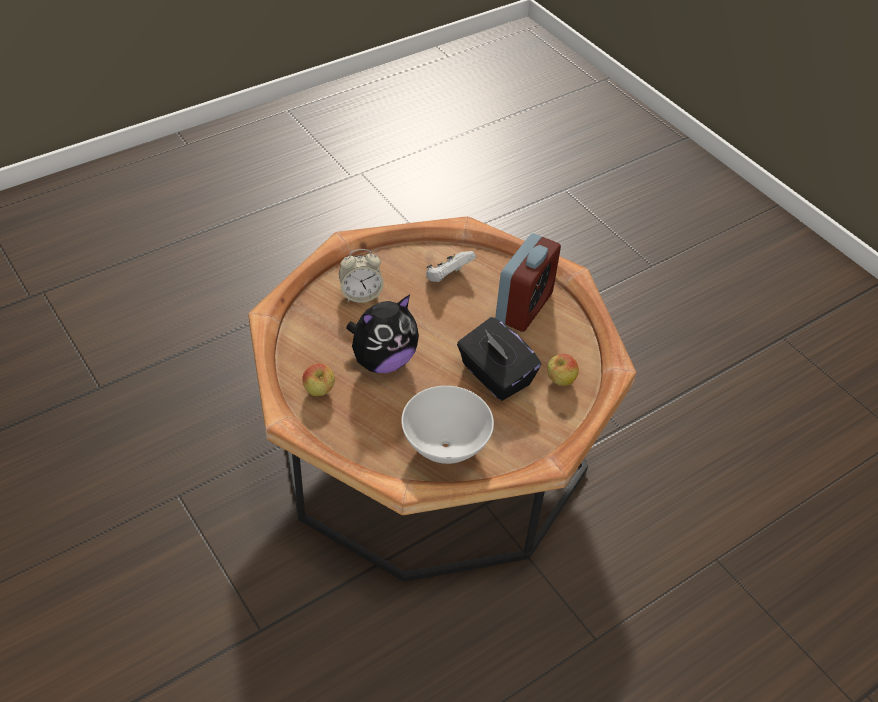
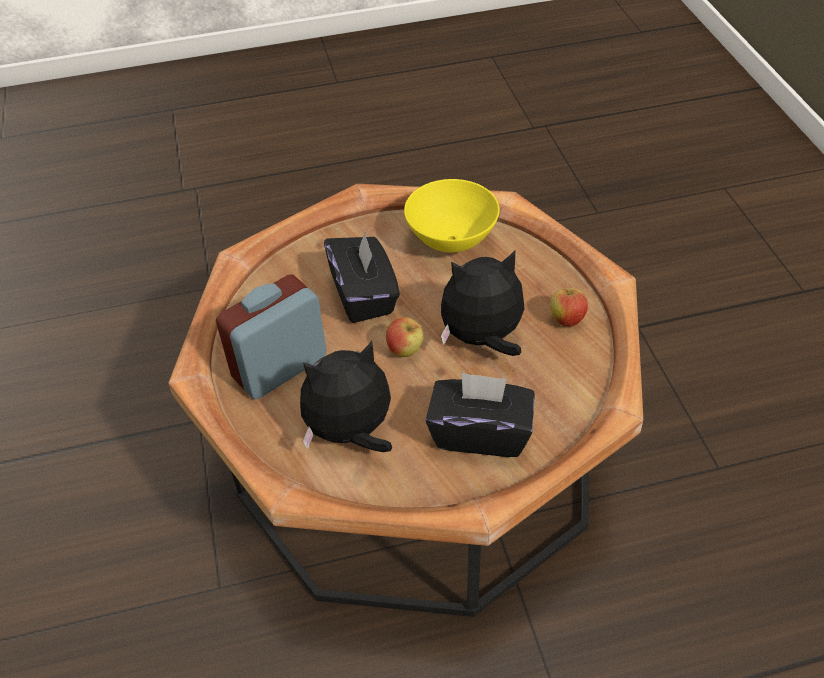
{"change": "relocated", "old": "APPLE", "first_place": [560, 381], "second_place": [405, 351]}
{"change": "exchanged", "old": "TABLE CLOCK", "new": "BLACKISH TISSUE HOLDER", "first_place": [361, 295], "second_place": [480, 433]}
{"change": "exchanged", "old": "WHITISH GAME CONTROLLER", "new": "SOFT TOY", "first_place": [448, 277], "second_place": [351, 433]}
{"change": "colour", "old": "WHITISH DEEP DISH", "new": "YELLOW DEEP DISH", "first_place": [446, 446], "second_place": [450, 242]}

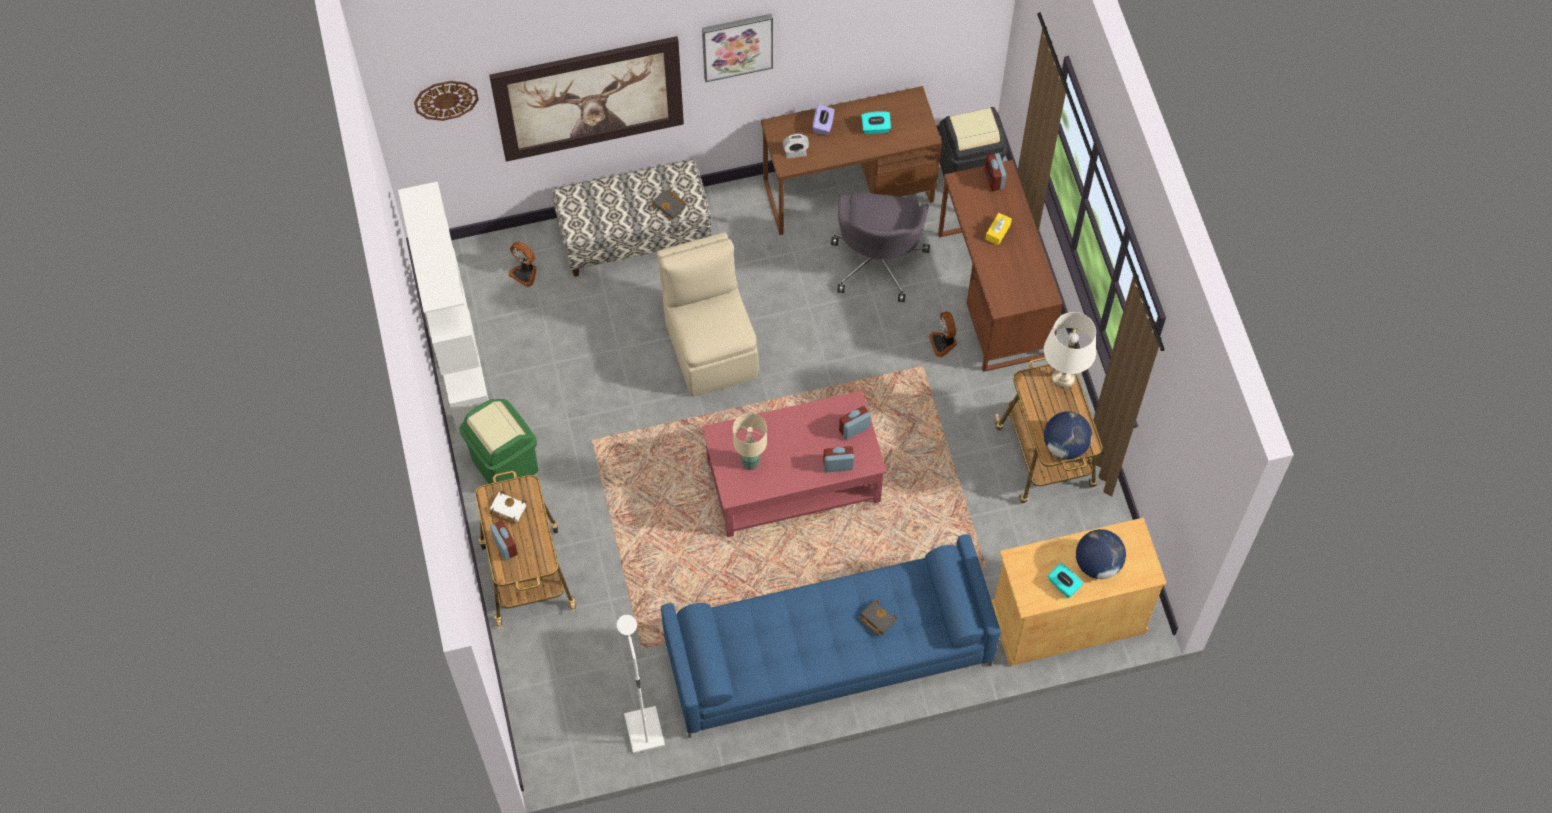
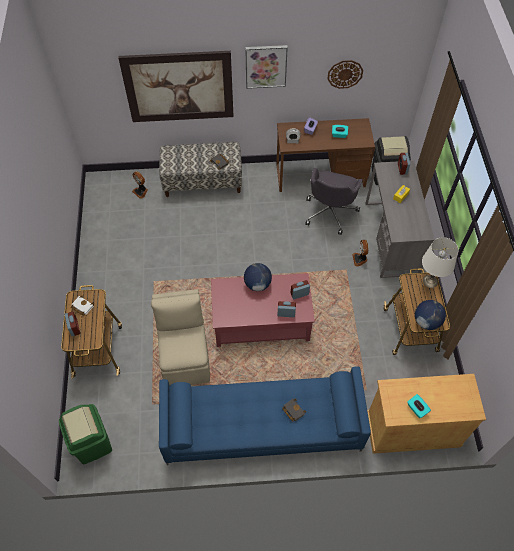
{"change": "missing", "old": "WHITISH BOOKSHELF", "first_place": [462, 370]}
{"change": "missing", "old": "WHITISH STANDARD LAMP", "first_place": [643, 730]}
{"change": "missing", "old": "BEIGE-COLOURED TABLETOP LAMP", "first_place": [750, 462]}
{"change": "relocated", "old": "WALL CLOCK", "first_place": [446, 99], "second_place": [345, 74]}
{"change": "relocated", "old": "GREENISH RUBBISH BIN", "first_place": [504, 465], "second_place": [92, 443]}
{"change": "relocated", "old": "BEIGE-COLOURED PLAIN CHAIR", "first_place": [710, 347], "second_place": [186, 357]}
{"change": "relocated", "old": "GLOBE", "first_place": [1097, 563], "second_place": [257, 284]}
{"change": "colour", "old": "BROWN-COLOURED DESK UNIT", "new": "GRAY DESK UNIT", "first_place": [992, 295], "second_place": [391, 238]}

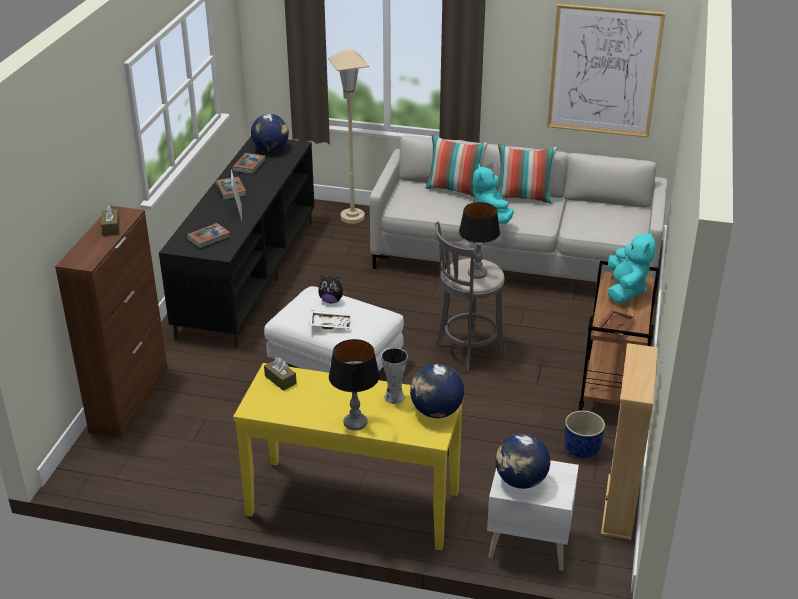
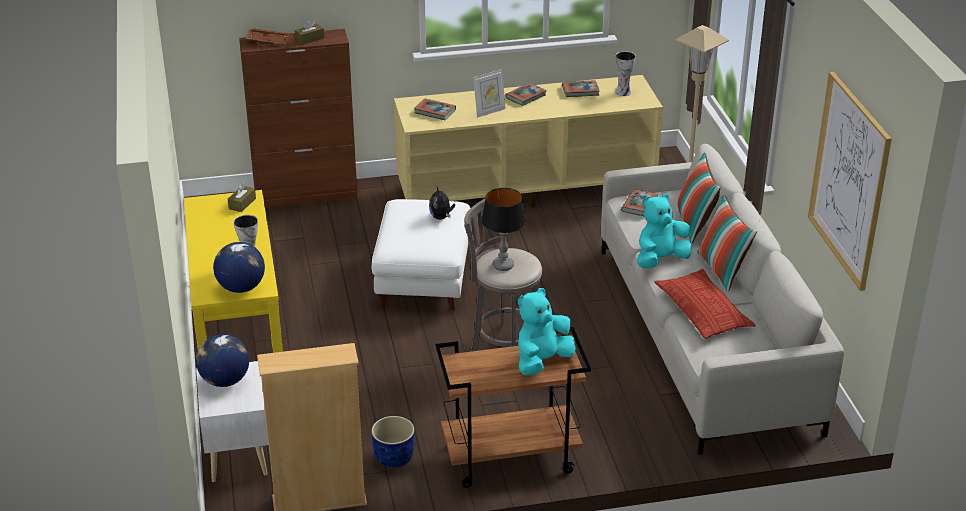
{"change": "missing", "old": "WHITISH SERVING TRAY", "first_place": [331, 324]}
{"change": "missing", "old": "TABLETOP LAMP", "first_place": [355, 423]}
{"change": "appeared", "new": "VOLUME", "second_place": [639, 205]}
{"change": "appeared", "new": "CUSHION", "second_place": [702, 310]}
{"change": "relocated", "old": "BROWN-COLOURED SERVING TRAY", "first_place": [615, 327], "second_place": [268, 41]}
{"change": "exchanged", "old": "GLOBE", "new": "VASE", "first_place": [271, 149], "second_place": [623, 92]}
{"change": "colour", "old": "BLACKISH TV UNIT", "new": "BEIGE-COLOURED TV UNIT", "first_place": [248, 275], "second_place": [526, 190]}
{"change": "spun", "old": "BLUE-GREEN SOFT TOY", "first_place": [625, 290], "second_place": [542, 361], "degrees": 150}

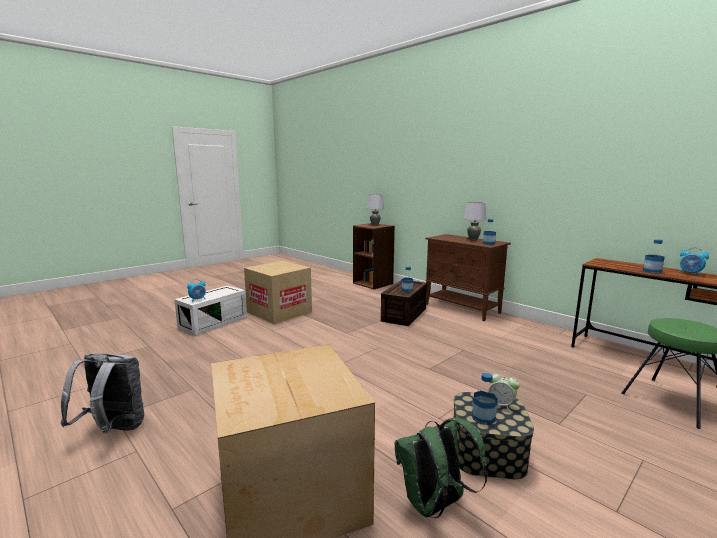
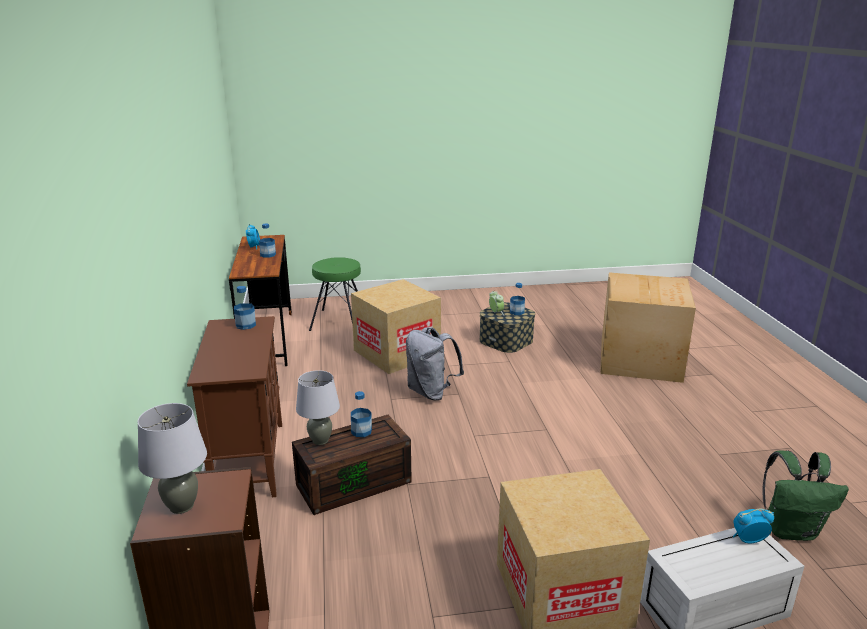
{"change": "appeared", "new": "CARTON", "second_place": [397, 353]}
{"change": "relocated", "old": "GRAY RUCKSACK", "first_place": [113, 430], "second_place": [431, 392]}
{"change": "relocated", "old": "GREENISH RUCKSACK", "first_place": [435, 505], "second_place": [790, 530]}
{"change": "relocated", "old": "GRAY TABLETOP LAMP", "first_place": [473, 239], "second_place": [320, 440]}

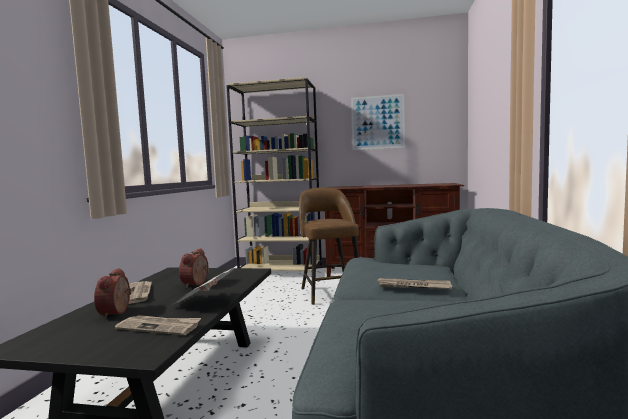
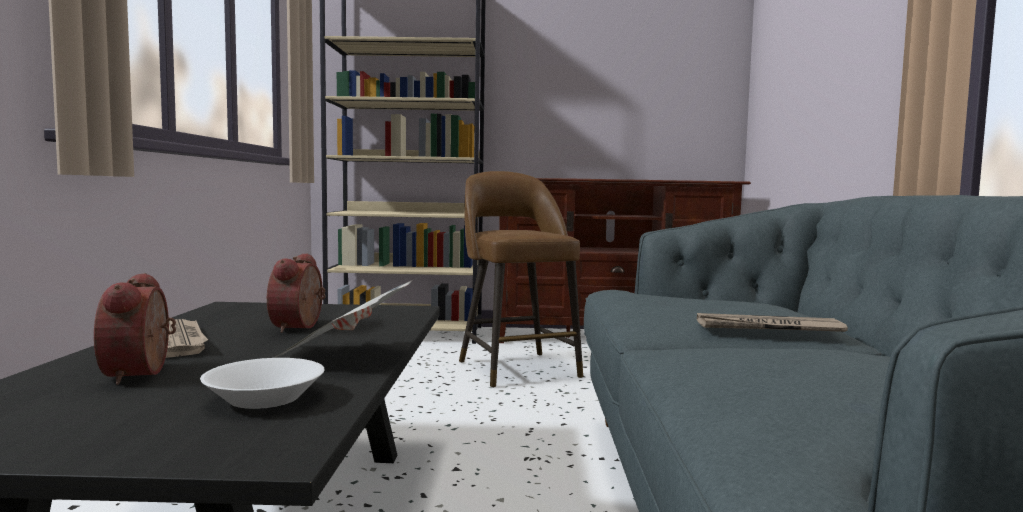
{"change": "missing", "old": "PICTURE", "first_place": [377, 122]}
{"change": "exchanged", "old": "DAILY PAPER", "new": "WHITISH DEEP DISH", "first_place": [159, 327], "second_place": [266, 398]}

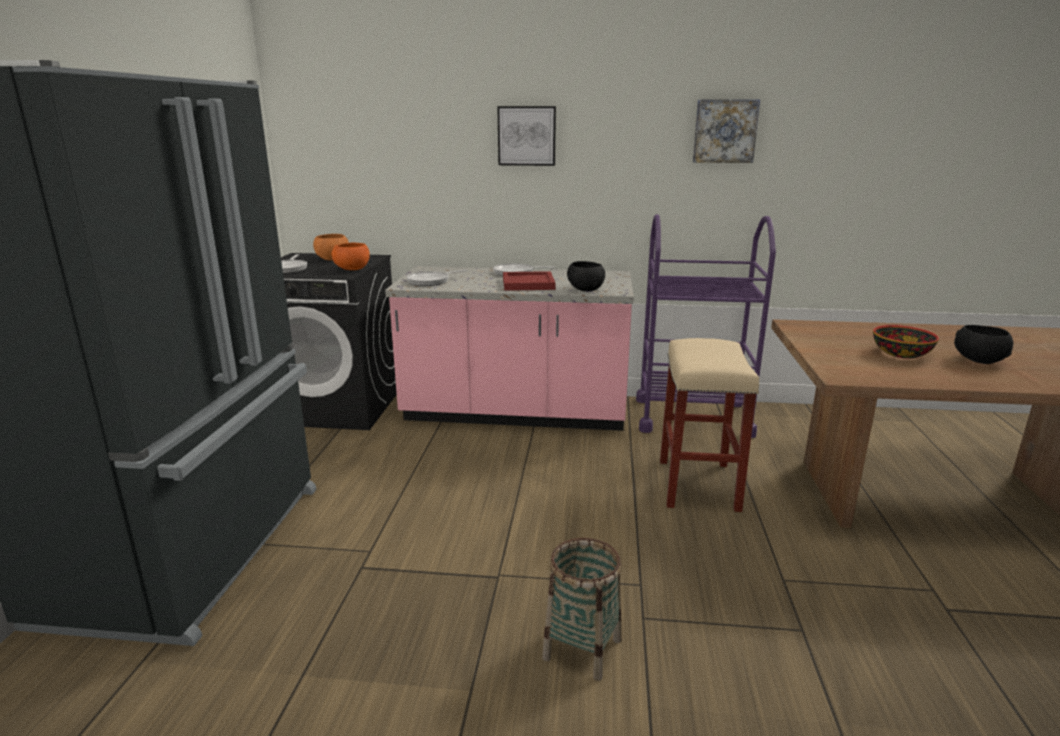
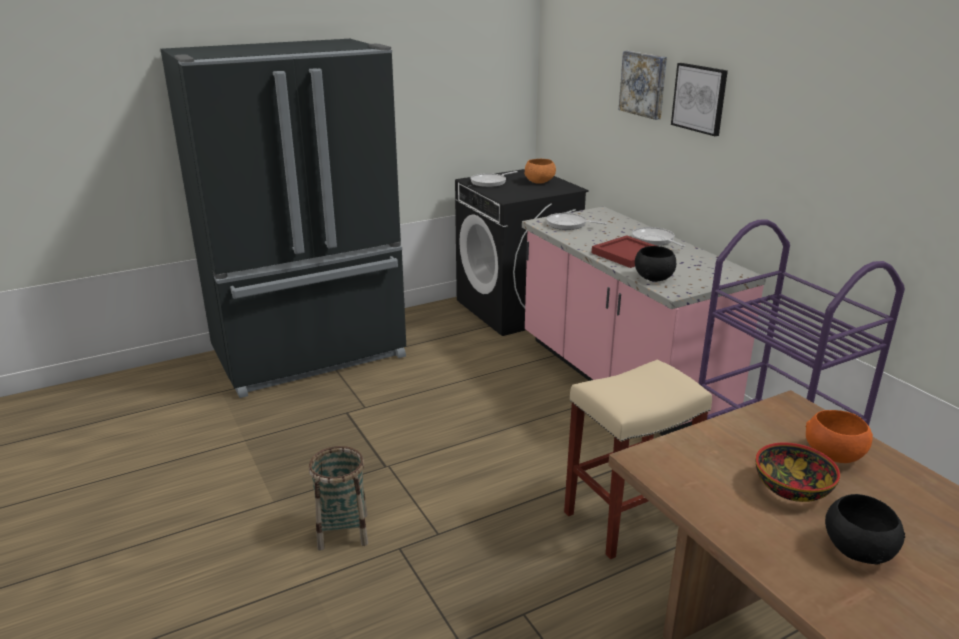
{"change": "relocated", "old": "ORANGE DEEP DISH", "first_place": [352, 269], "second_place": [832, 456]}
{"change": "relocated", "old": "PICTURE", "first_place": [725, 131], "second_place": [644, 84]}

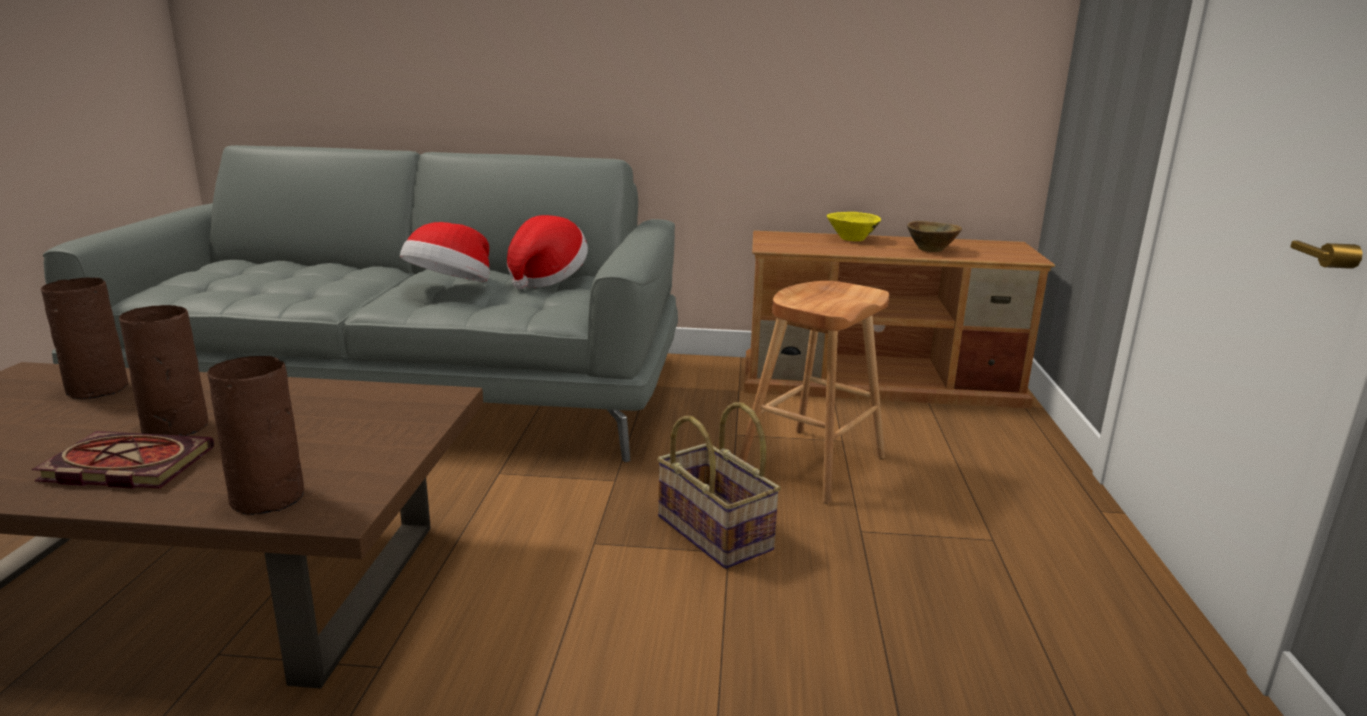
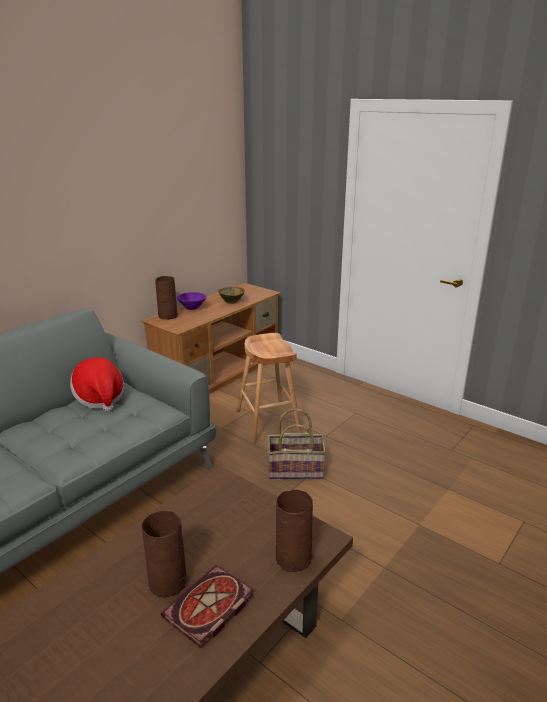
{"change": "missing", "old": "CLOTHING HAT", "first_place": [450, 287]}
{"change": "relocated", "old": "BROWN-COLOURED VASE", "first_place": [99, 388], "second_place": [168, 316]}
{"change": "colour", "old": "YELLOW DEEP DISH", "new": "PURPLE DEEP DISH", "first_place": [851, 239], "second_place": [192, 308]}

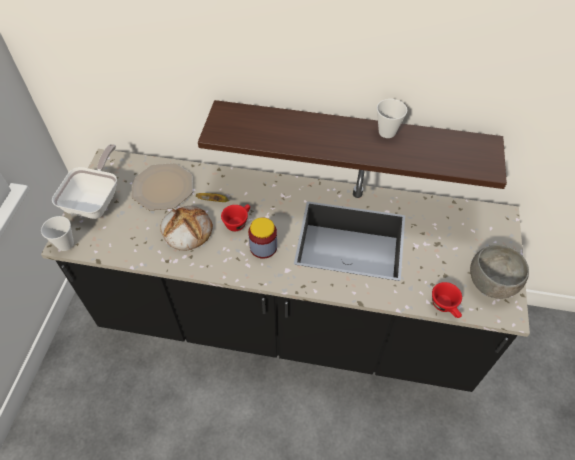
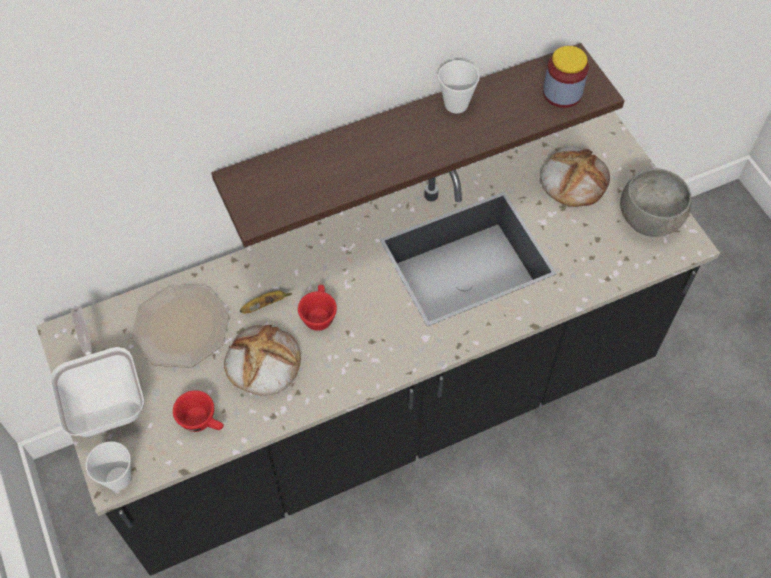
{"change": "appeared", "new": "BAKED BREAD", "second_place": [573, 179]}
{"change": "relocated", "old": "PRESERVE JAR", "first_place": [263, 247], "second_place": [562, 93]}
{"change": "relocated", "old": "RED-COLOURED SMALL CUP", "first_place": [445, 307], "second_place": [203, 421]}

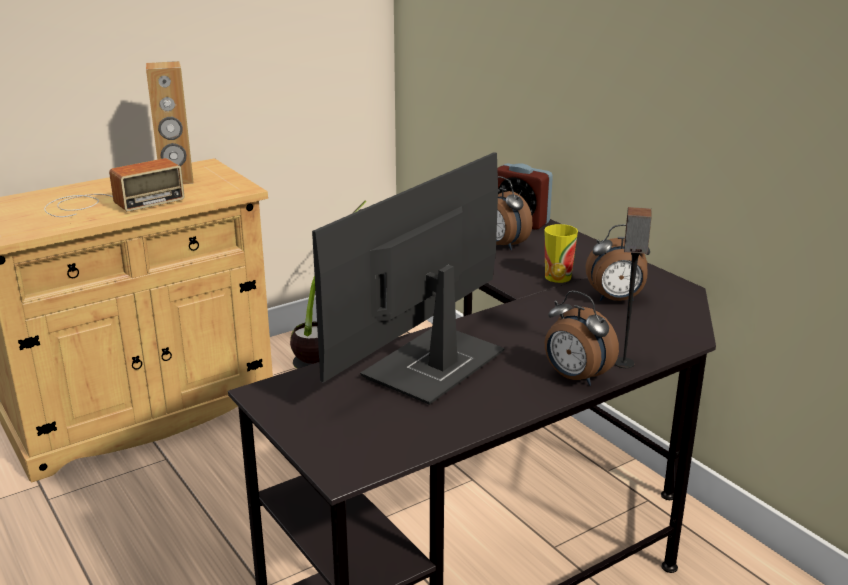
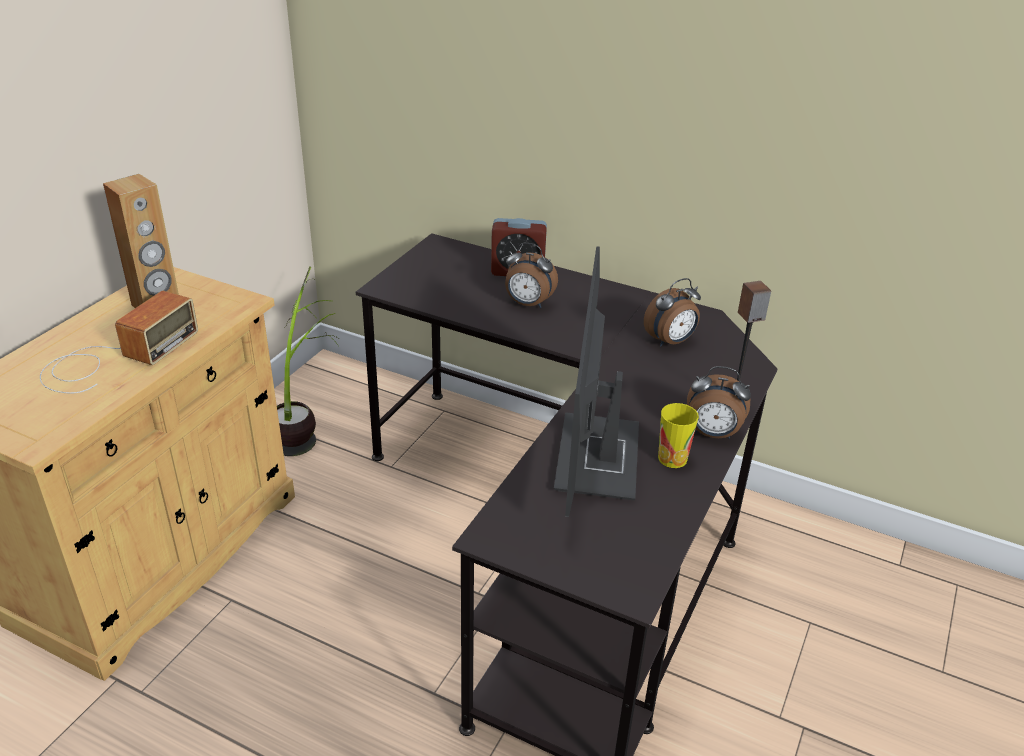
{"change": "relocated", "old": "SMALL CUP", "first_place": [558, 277], "second_place": [672, 458]}

